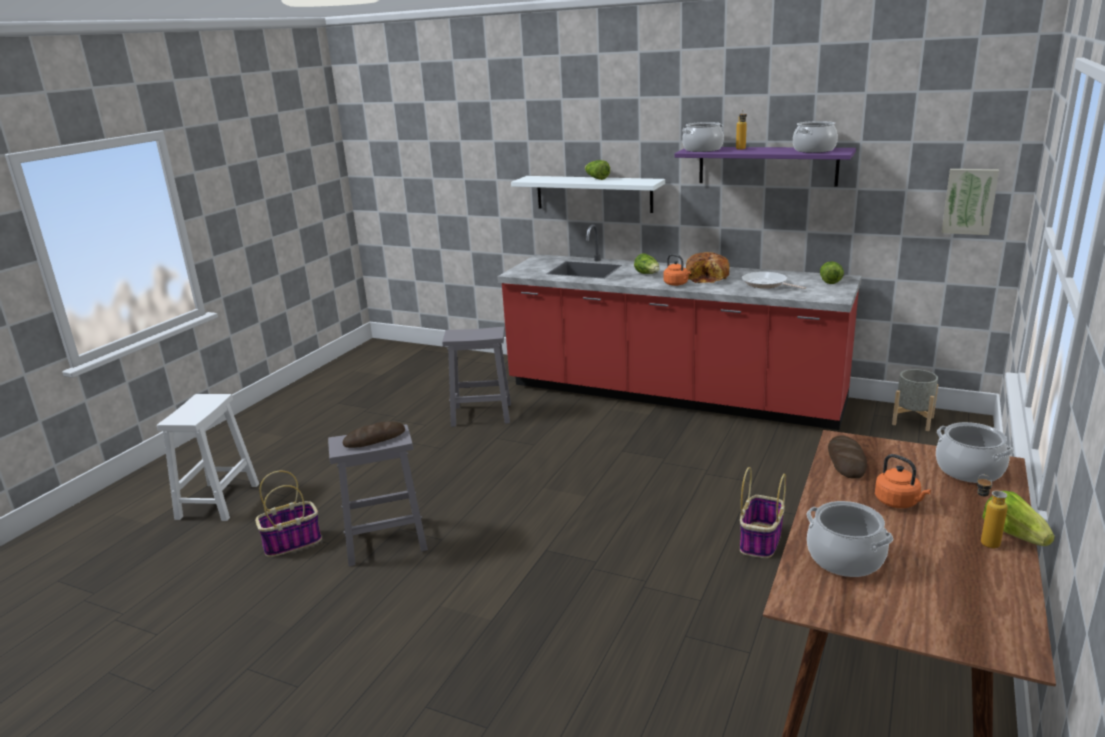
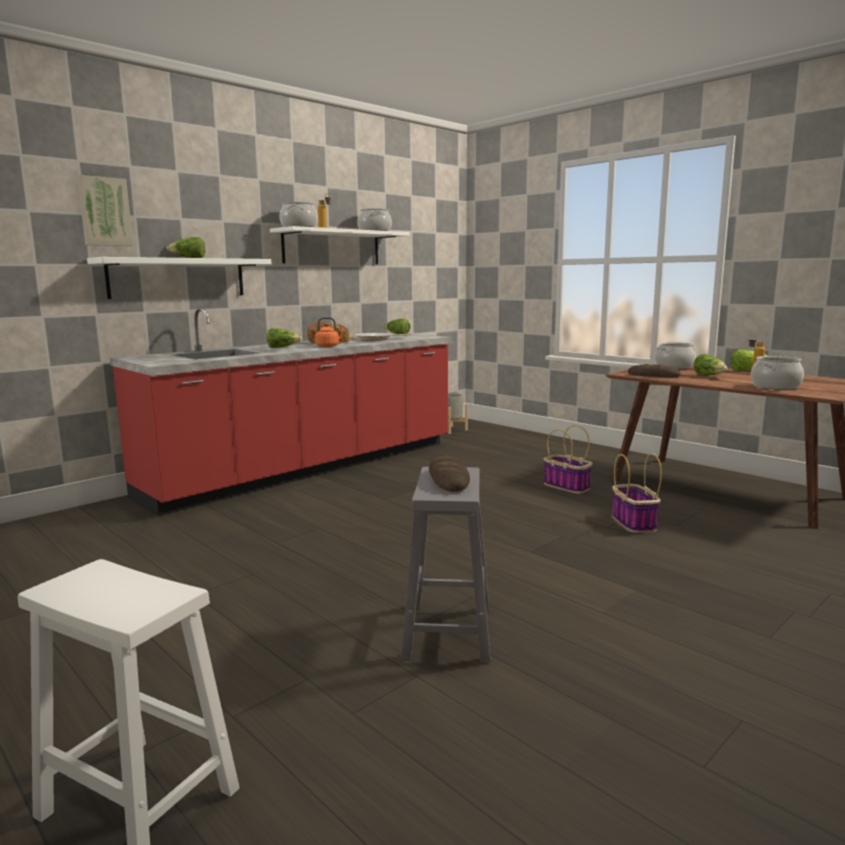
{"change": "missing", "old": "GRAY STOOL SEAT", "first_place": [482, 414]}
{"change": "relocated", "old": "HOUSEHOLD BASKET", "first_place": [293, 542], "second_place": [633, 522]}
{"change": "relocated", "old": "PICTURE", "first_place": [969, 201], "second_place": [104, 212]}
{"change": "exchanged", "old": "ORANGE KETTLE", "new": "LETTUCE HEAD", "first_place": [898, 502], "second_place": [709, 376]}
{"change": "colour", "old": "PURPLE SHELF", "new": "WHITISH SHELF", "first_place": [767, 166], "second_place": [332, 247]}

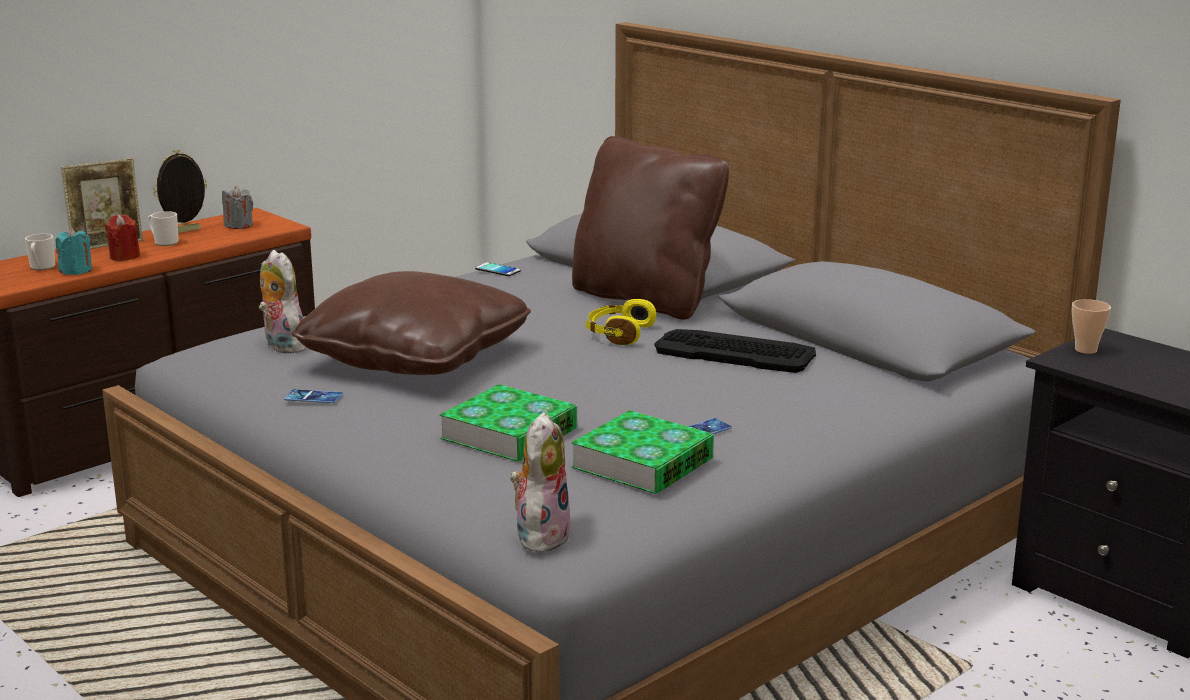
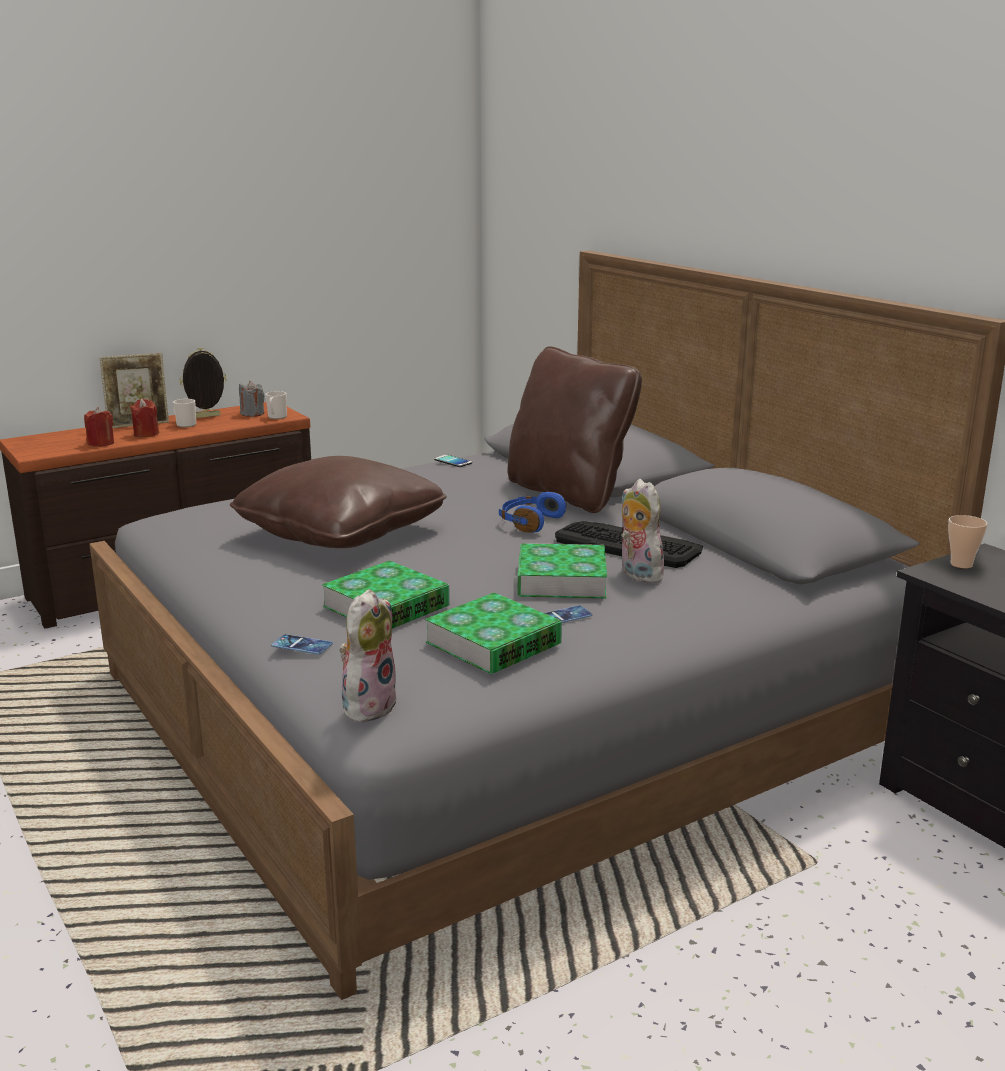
{"change": "appeared", "new": "VOLUME", "second_place": [561, 580]}
{"change": "relocated", "old": "MUG", "first_place": [41, 267], "second_place": [276, 417]}
{"change": "relocated", "old": "SOFT TOY", "first_place": [282, 346], "second_place": [637, 574]}
{"change": "relocated", "old": "HANDSET", "first_place": [313, 397], "second_place": [302, 645]}
{"change": "colour", "old": "BLUE-GREEN CANDLE", "new": "RED-COLOURED CANDLE", "first_place": [76, 271], "second_place": [101, 443]}
{"change": "colour", "old": "YELLOW PAIR OF HEADPHONES", "new": "BLUISH PAIR OF HEADPHONES", "first_place": [618, 334], "second_place": [529, 522]}

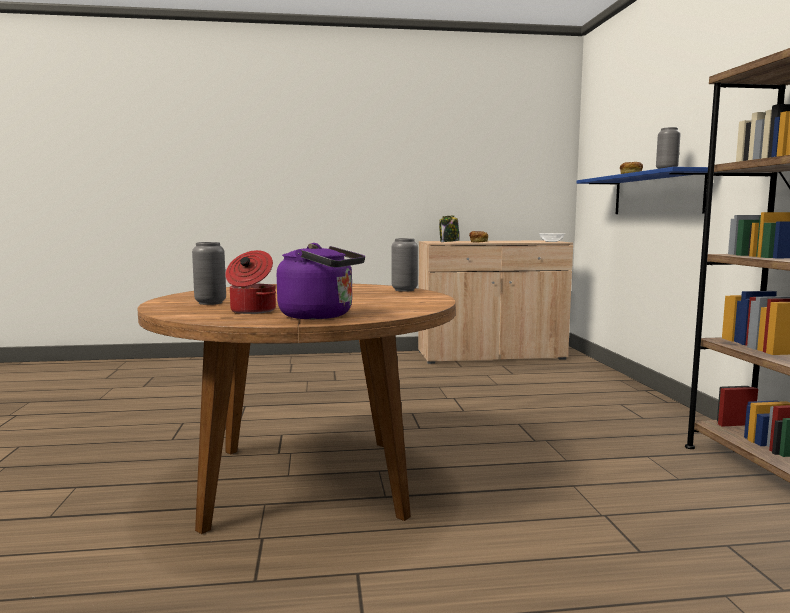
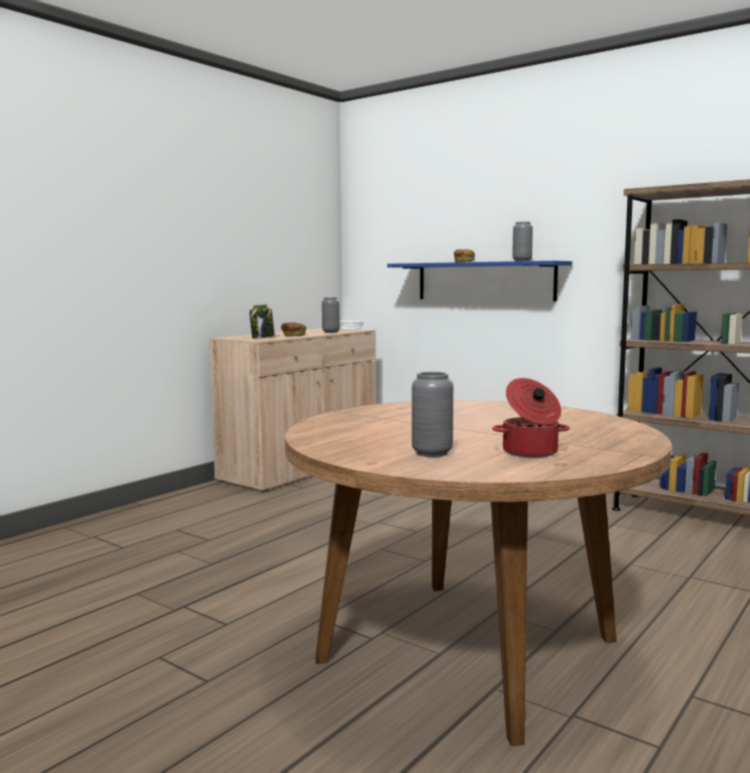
{"change": "missing", "old": "PURPLE KETTLE", "first_place": [321, 316]}
{"change": "relocated", "old": "GRAY VASE", "first_place": [404, 290], "second_place": [331, 332]}

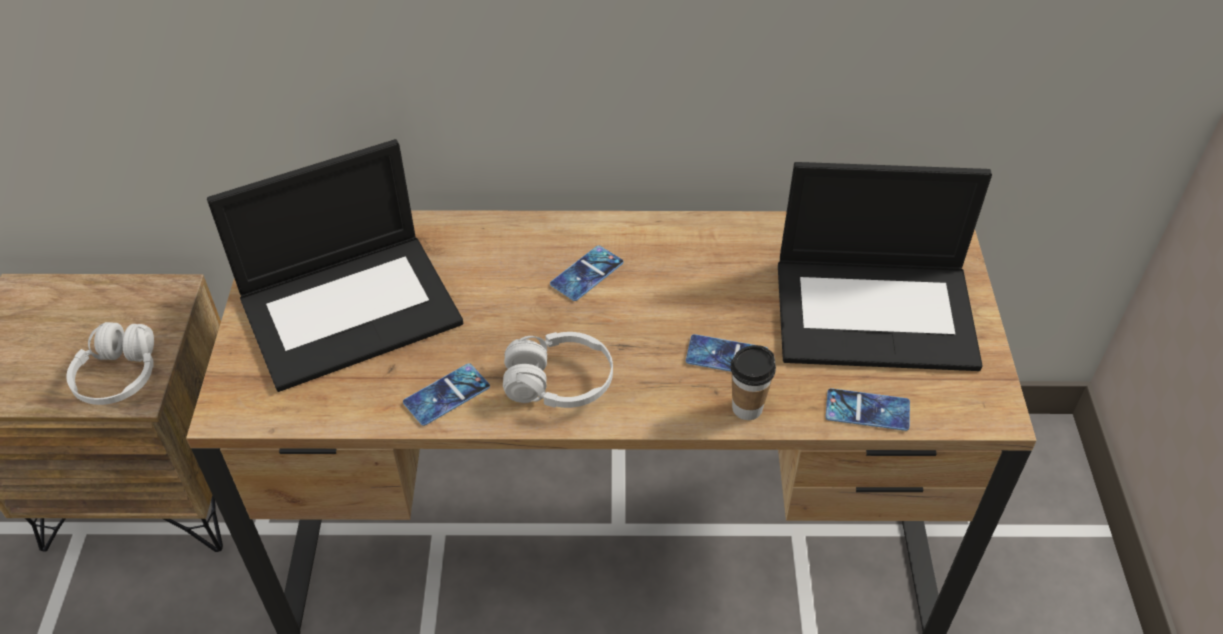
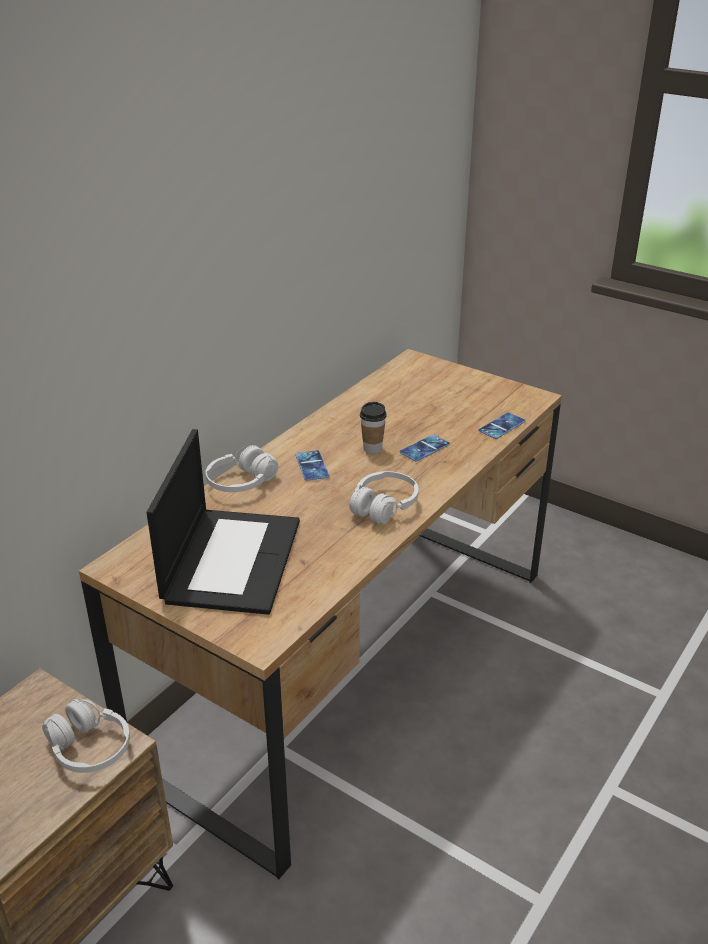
{"change": "missing", "old": "HANDSET", "first_place": [447, 395]}
{"change": "missing", "old": "PORTABLE COMPUTER", "first_place": [877, 312]}
{"change": "appeared", "new": "WHITISH PAIR OF HEADPHONES", "second_place": [241, 482]}
{"change": "relocated", "old": "SMALL CUP", "first_place": [747, 408], "second_place": [372, 448]}

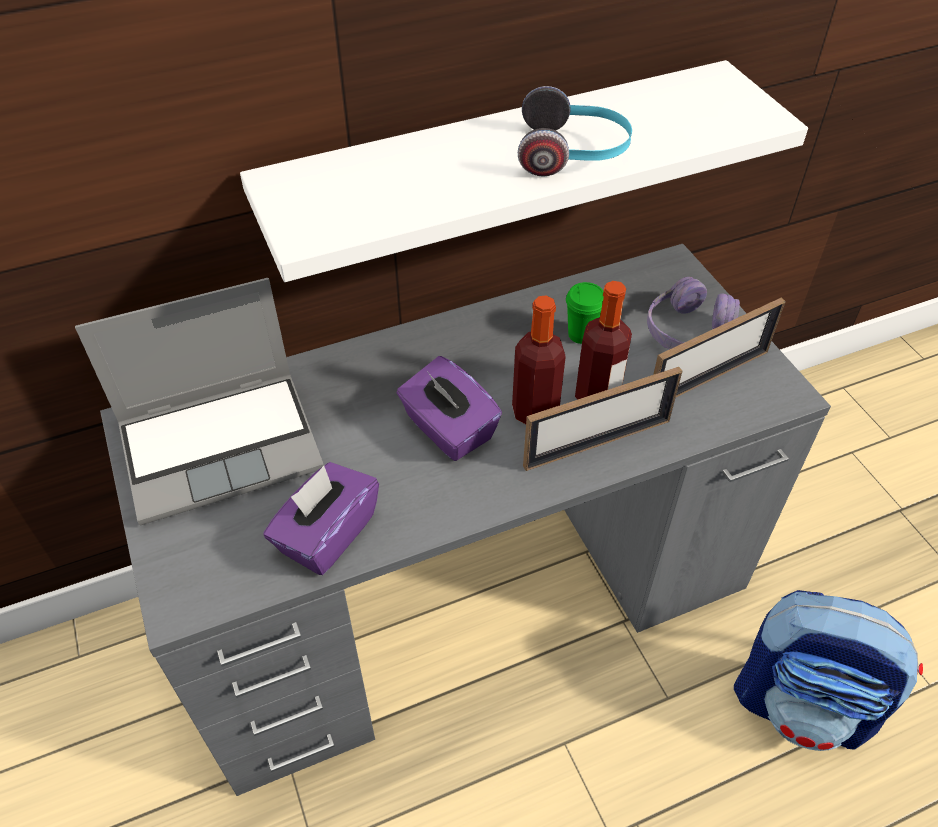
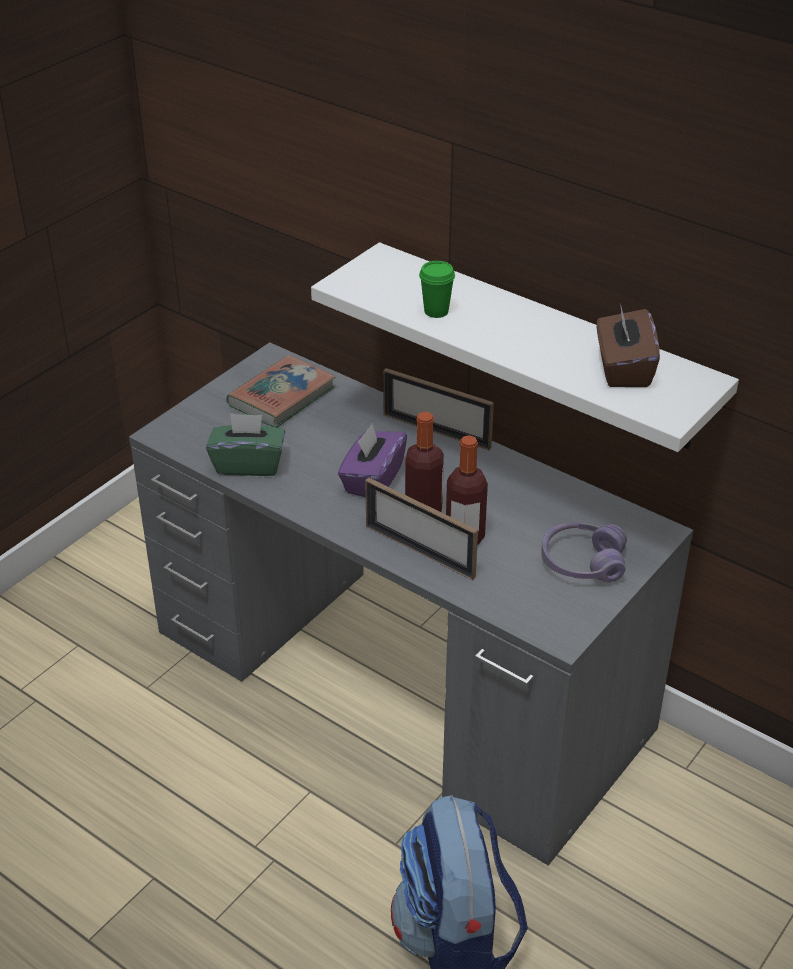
{"change": "missing", "old": "PAIR OF HEADPHONES", "first_place": [573, 154]}
{"change": "appeared", "new": "BROWN-COLOURED TISSUE HOLDER", "second_place": [623, 369]}
{"change": "relocated", "old": "GREENISH SMALL CUP", "first_place": [581, 334], "second_place": [436, 311]}
{"change": "relocated", "old": "STANDING FRAME", "first_place": [708, 378], "second_place": [436, 431]}
{"change": "exchanged", "old": "PORTABLE COMPUTER", "new": "VOLUME", "first_place": [223, 445], "second_place": [281, 397]}
{"change": "colour", "old": "PURPLE TISSUE HOLDER", "new": "GREENISH TISSUE HOLDER", "first_place": [326, 534], "second_place": [248, 464]}

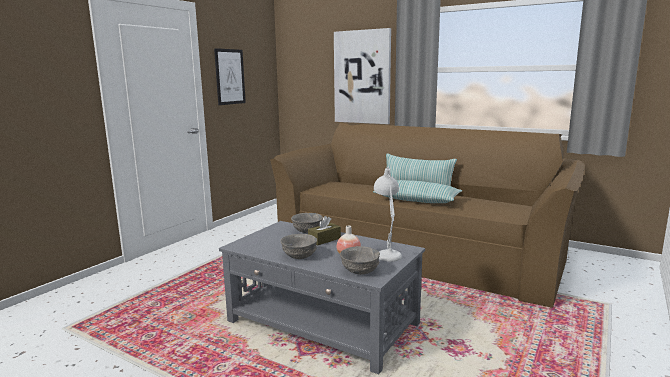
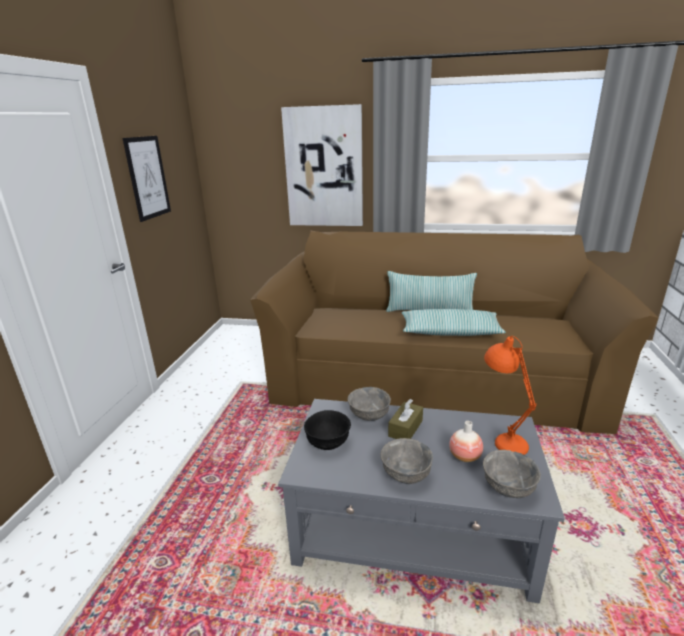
{"change": "appeared", "new": "BLACKISH DEEP DISH", "second_place": [328, 442]}
{"change": "colour", "old": "WHITISH TABLETOP LAMP", "new": "ORANGE TABLETOP LAMP", "first_place": [387, 252], "second_place": [502, 437]}

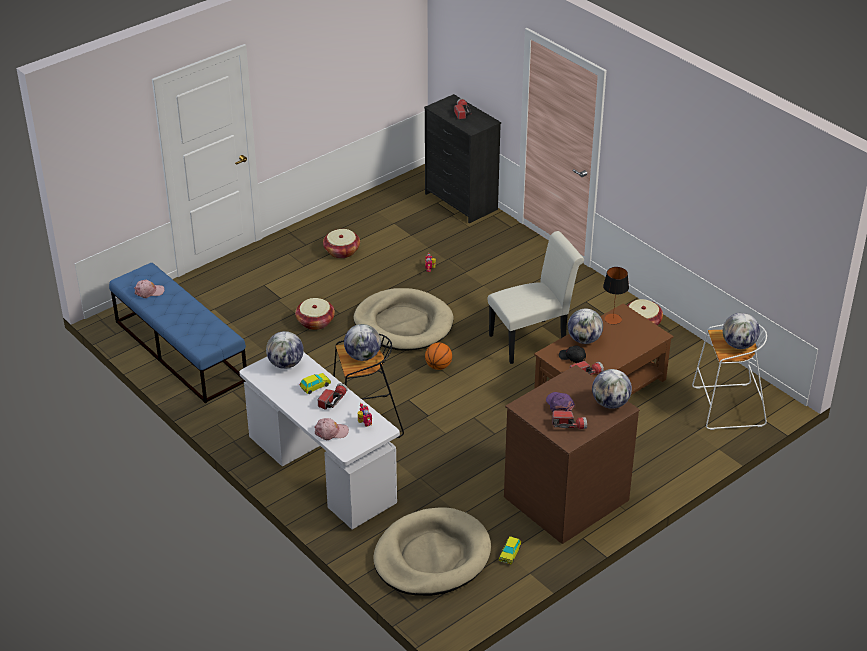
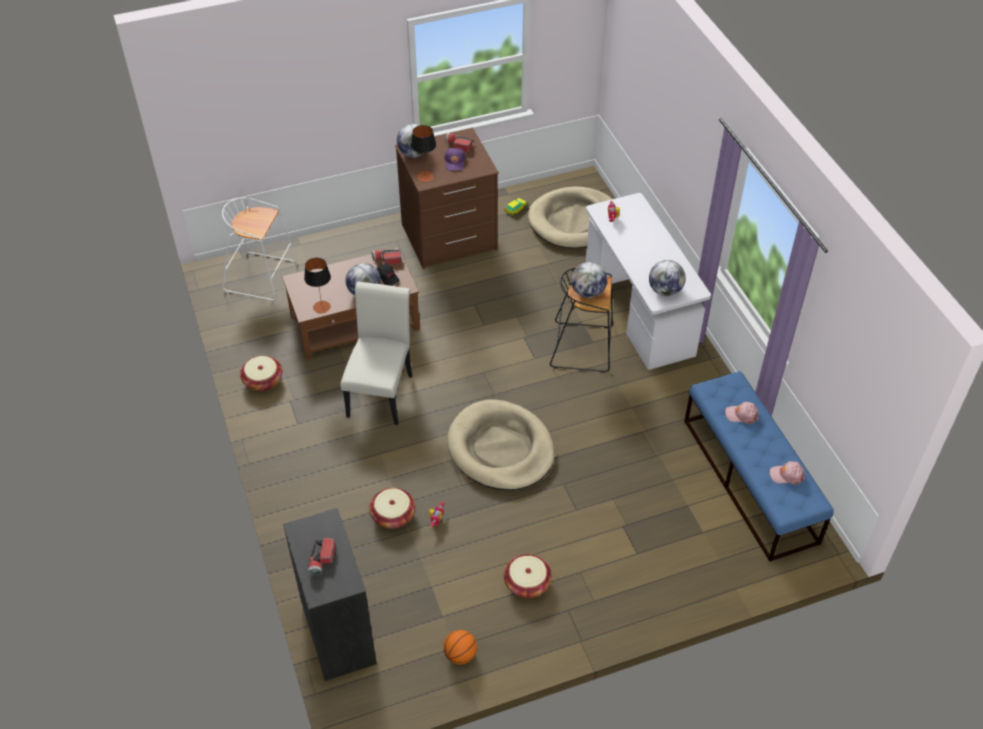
{"change": "missing", "old": "MINIATURE CAR", "first_place": [315, 386]}
{"change": "missing", "old": "FLASHLIGHT", "first_place": [333, 400]}
{"change": "missing", "old": "GLOBE", "first_place": [739, 345]}
{"change": "appeared", "new": "TABLETOP LAMP", "second_place": [425, 176]}
{"change": "relocated", "old": "HOUSEHOLD BASKET", "first_place": [315, 322], "second_place": [393, 515]}
{"change": "relocated", "old": "PINK-COLOURED PEAKED CAP", "first_place": [331, 432], "second_place": [742, 415]}
{"change": "relocated", "old": "BASKETBALL", "first_place": [438, 366], "second_place": [460, 655]}
{"change": "spun", "old": "WHITISH PLAIN CHAIR", "first_place": [532, 340], "second_place": [381, 391], "degrees": 105}

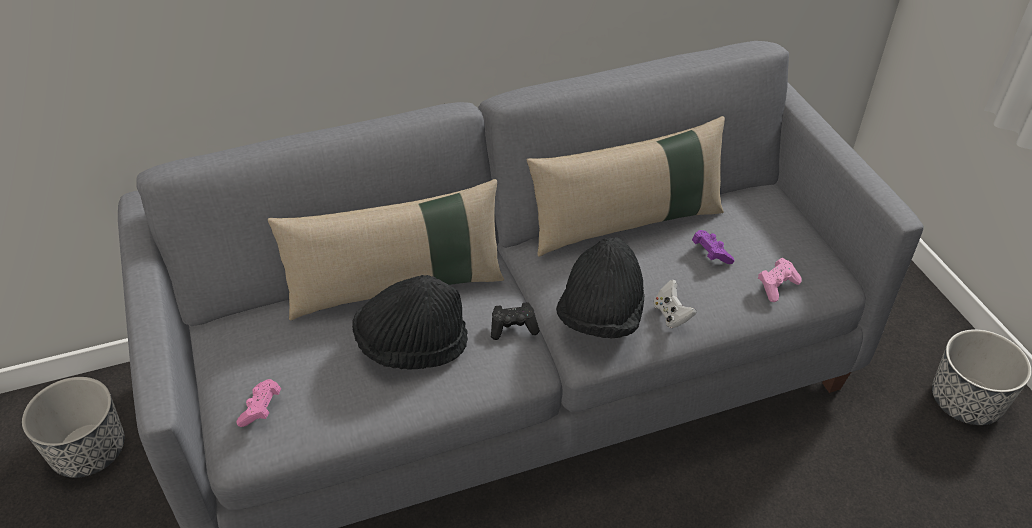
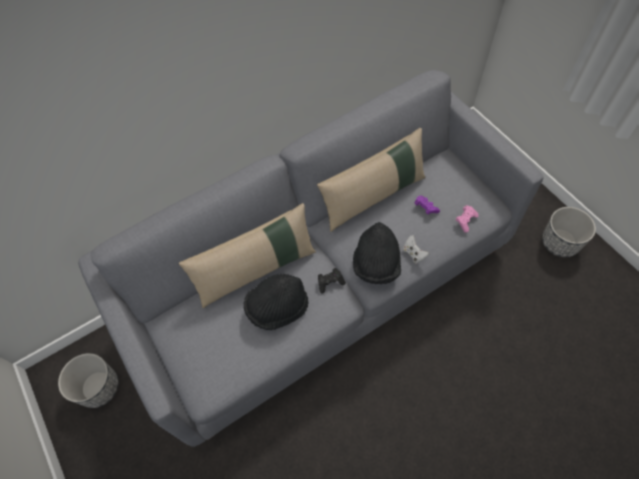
{"change": "missing", "old": "PINK-COLOURED GAME CONTROLLER", "first_place": [261, 409]}

